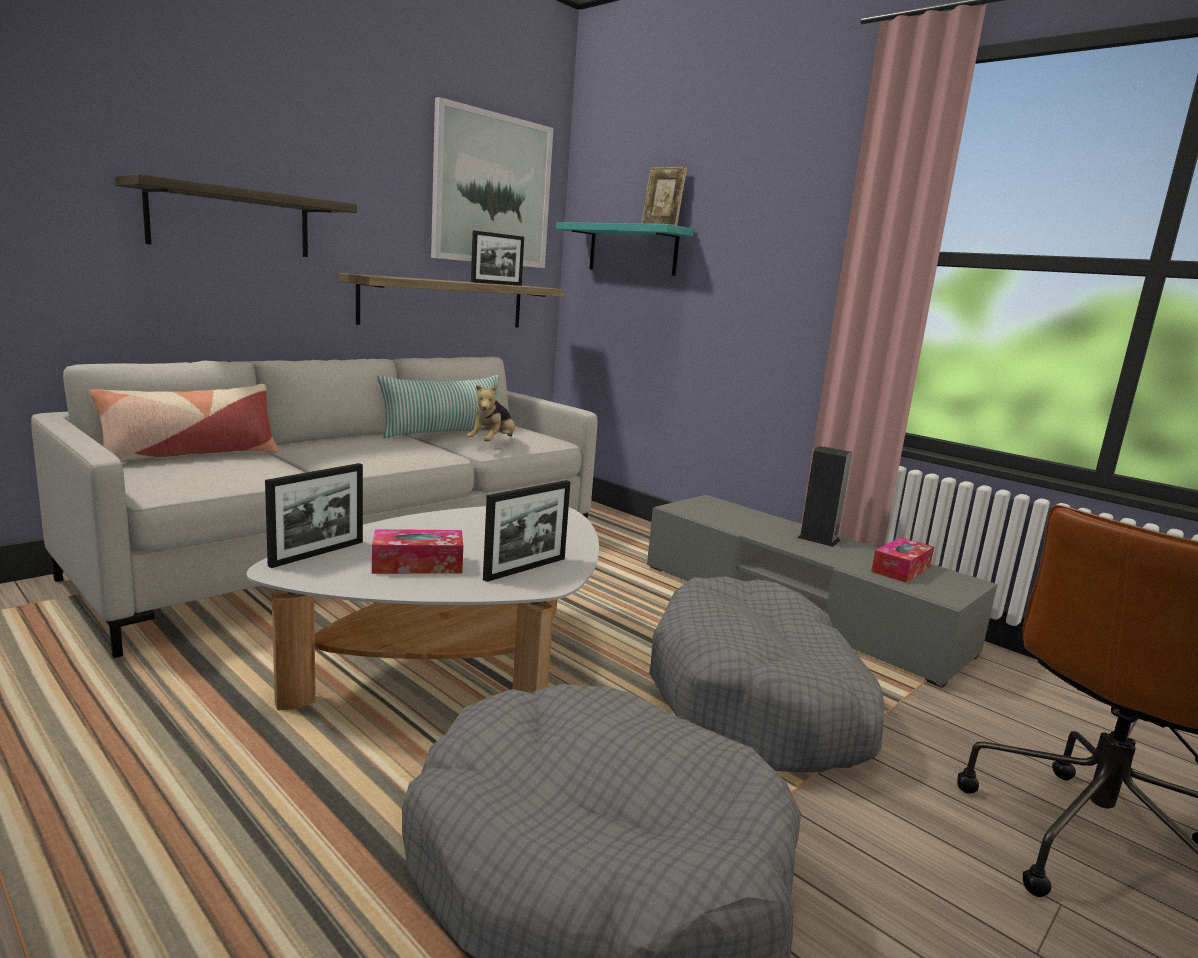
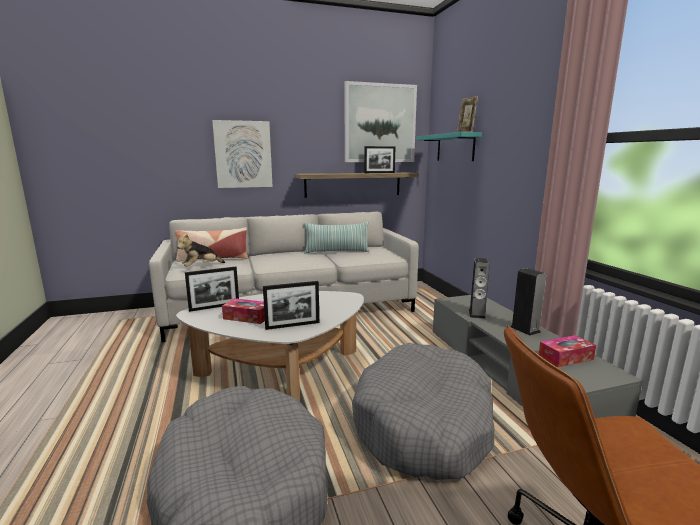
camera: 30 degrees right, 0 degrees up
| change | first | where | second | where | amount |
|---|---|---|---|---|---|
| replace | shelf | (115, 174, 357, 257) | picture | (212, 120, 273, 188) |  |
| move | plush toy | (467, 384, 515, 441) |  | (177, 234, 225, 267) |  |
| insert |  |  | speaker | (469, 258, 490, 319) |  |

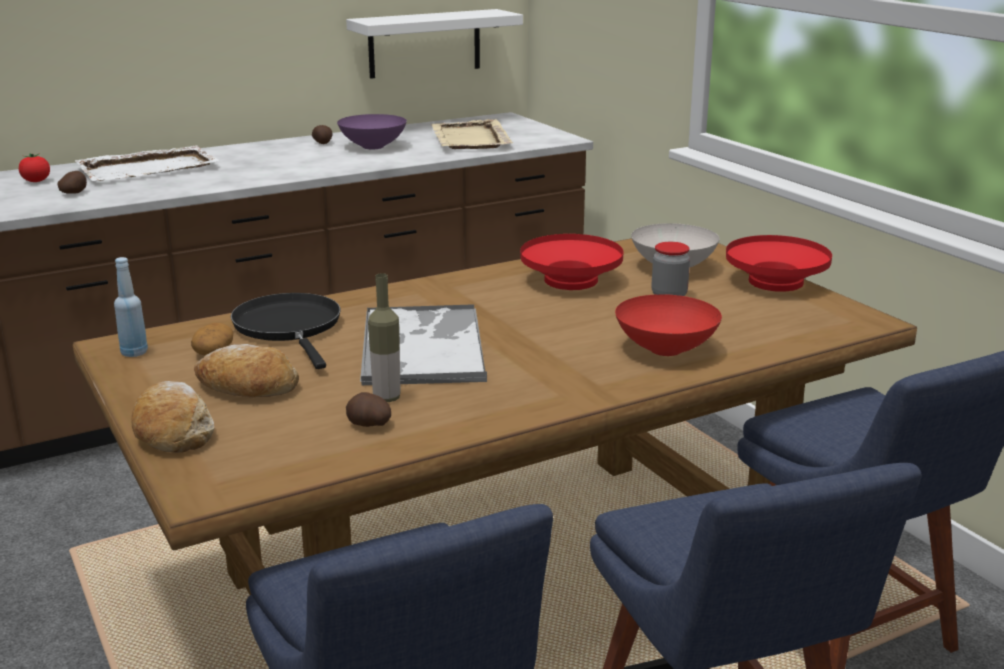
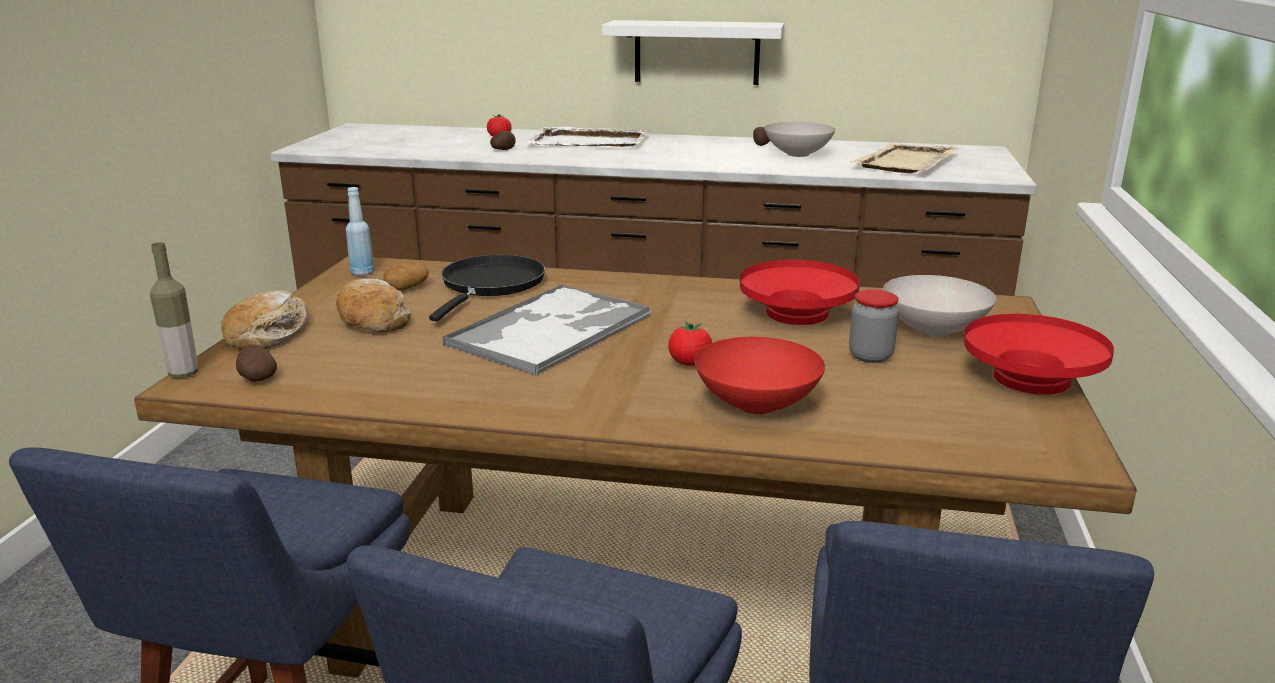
camera: 40 degrees right, 0 degrees up
| change | first | where | second | where | amount |
|---|---|---|---|---|---|
| move | shelf (white) | (346, 9, 523, 79) |  | (602, 20, 784, 85) |  |
| recolor | bowl (purple) | (337, 114, 407, 149) | bowl (white) | (764, 122, 836, 157) |  |
| move | bottle | (368, 273, 400, 402) |  | (150, 242, 198, 378) |  |
| move | potato | (346, 392, 391, 427) |  | (236, 345, 277, 382) |  |
| insert |  |  | tomato | (668, 321, 712, 366) |  |

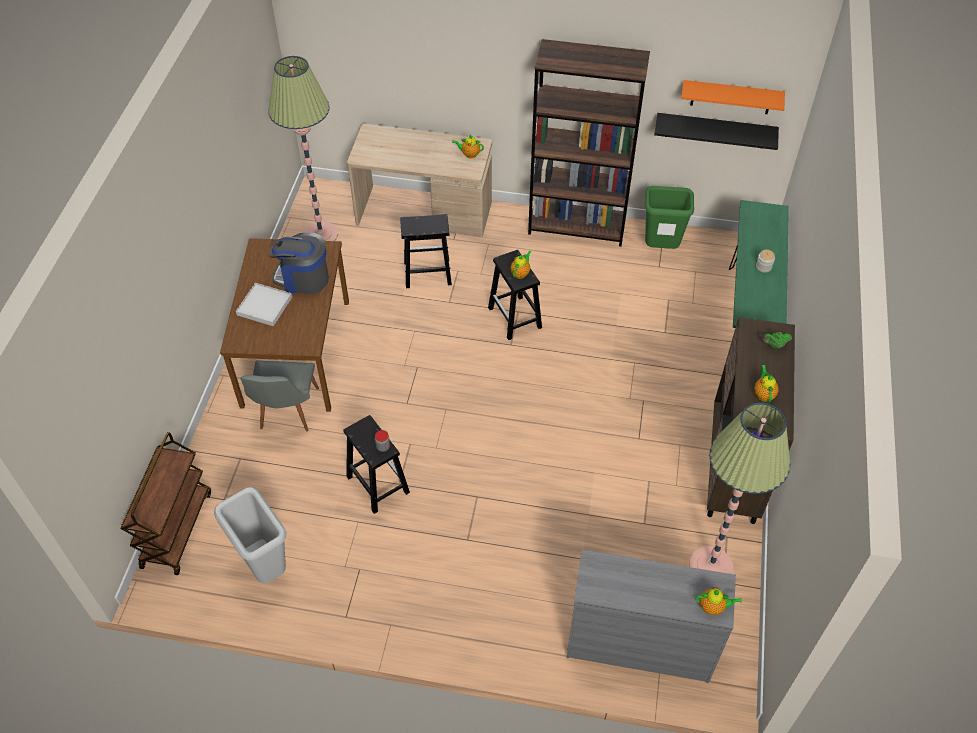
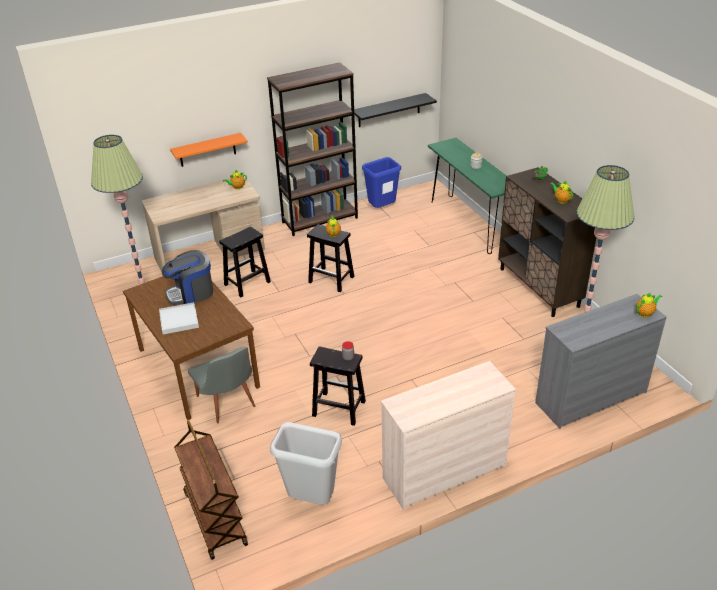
camera: 35 degrees left, 15 degrees down
| change | first | where | second | where | amount |
|---|---|---|---|---|---|
| move | shelf (orange) | (681, 80, 785, 114) |  | (170, 133, 248, 167) |  |
| recolor | trash can (green) | (645, 186, 694, 249) | trash can (blue) | (362, 157, 401, 208) |  |
| insert |  |  | dresser (beige) | (381, 361, 516, 510) |  |

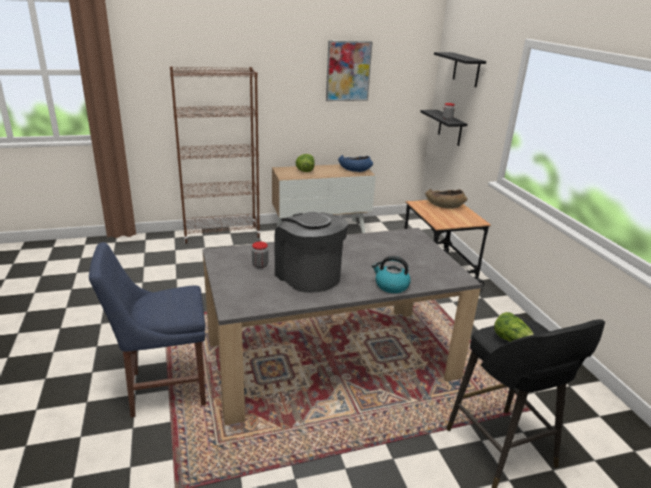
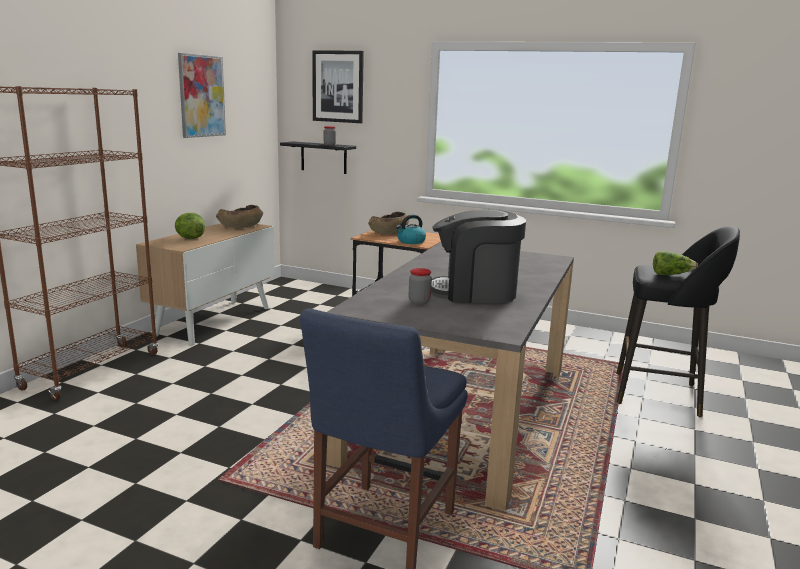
camera: 50 degrees left, 10 degrees down
| change | first | where | second | where | amount |
|---|---|---|---|---|---|
| replace | shelf (black) | (434, 52, 486, 87) | picture | (312, 50, 364, 123) |  |
| recolor | bowl (blue) | (338, 155, 373, 172) | bowl (brown) | (216, 205, 263, 228) |  |
| move | kettle | (372, 256, 411, 293) |  | (396, 215, 426, 244) |  |

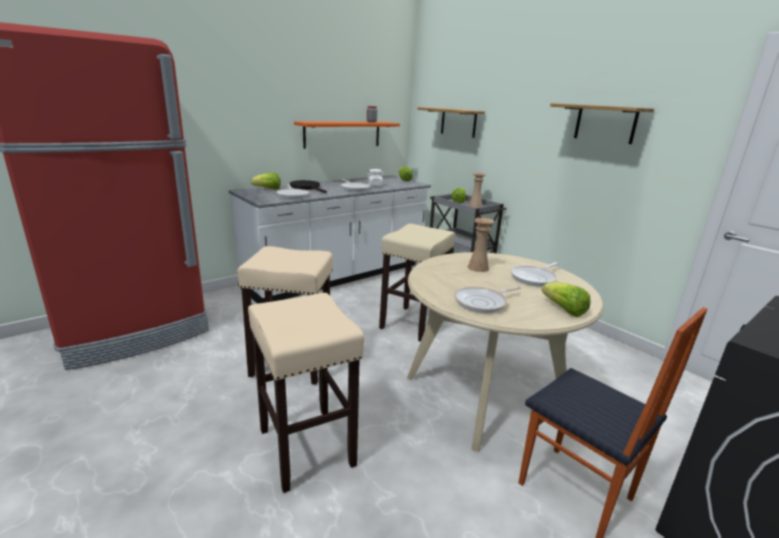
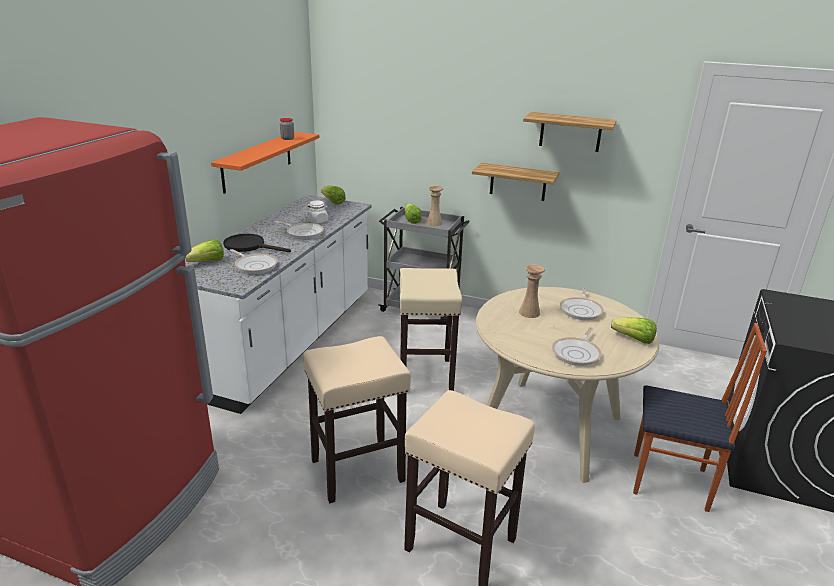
camera: 30 degrees left, 5 degrees up
| change | first | where | second | where | amount |
|---|---|---|---|---|---|
| move | shelf | (417, 107, 485, 138) |  | (472, 163, 560, 201) |  |

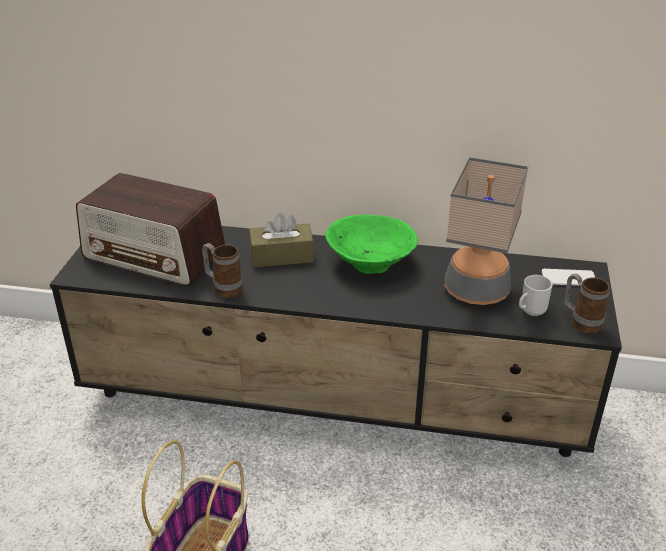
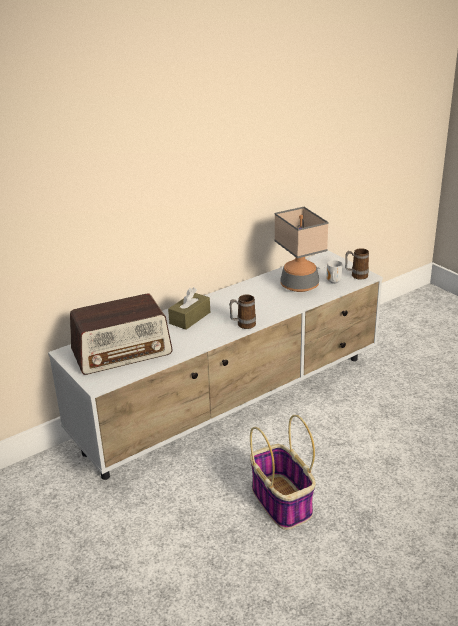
camera: 45 degrees left, 5 degrees down
| change | first | where | second | where | amount |
|---|---|---|---|---|---|
| delete | bowl (green) | (325, 215, 418, 274) |  |  |  |
| recolor | tv stand (black) | (50, 226, 622, 457) | tv stand (white) | (48, 250, 383, 480) |  |
| move | mug | (202, 243, 243, 298) |  | (229, 295, 256, 329) |  |

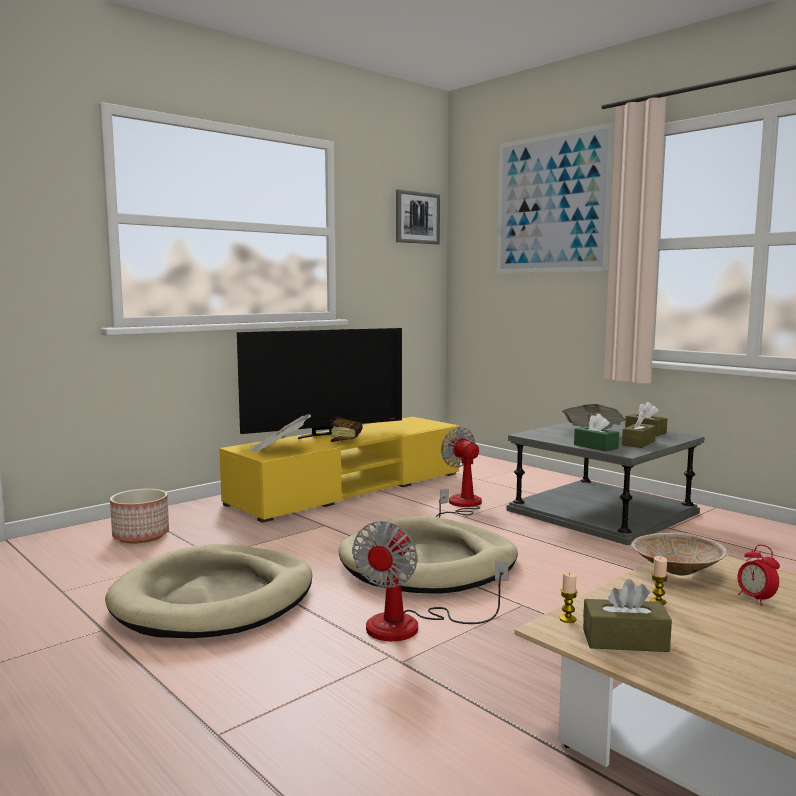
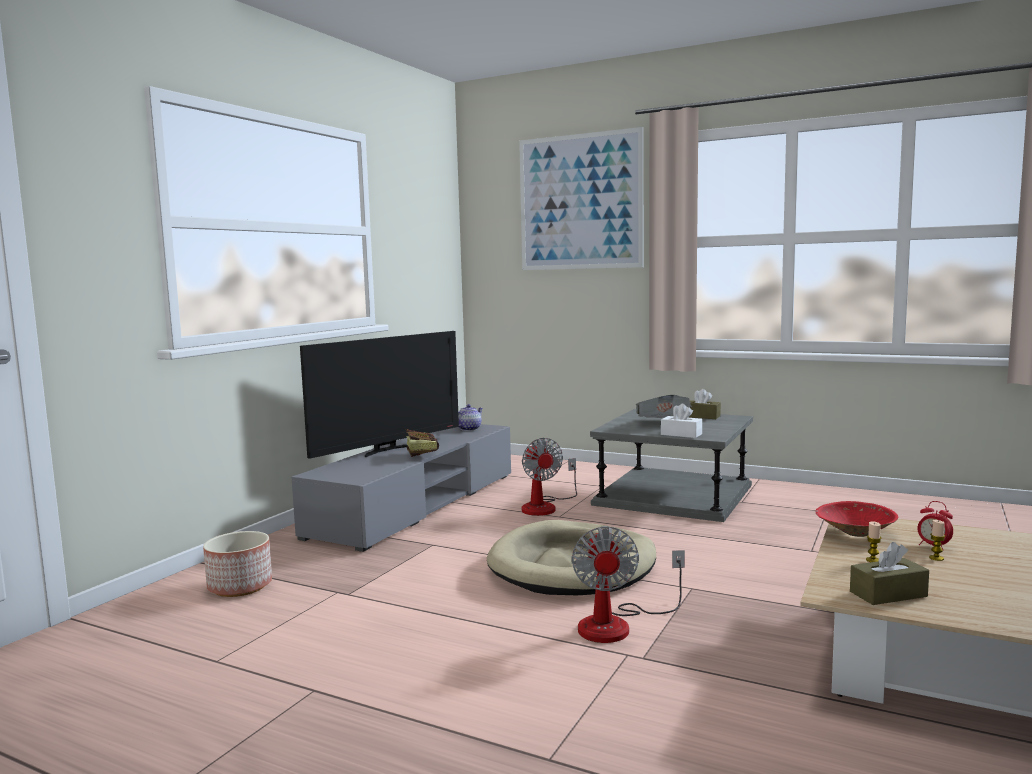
camera: 20 degrees left, 0 degrees up
| change | first | where | second | where | amount |
|---|---|---|---|---|---|
| delete | picture | (396, 190, 440, 245) |  |  |  |
| delete | tissue box (brown) | (622, 412, 656, 448) |  |  |  |
| delete | newspaper | (249, 414, 311, 452) |  |  |  |
| recolor | tissue box (green) | (574, 414, 619, 451) | tissue box (white) | (661, 404, 702, 438) |  |
| recolor | tv stand (yellow) | (219, 417, 460, 523) | tv stand (grey) | (291, 424, 511, 552) |  |
| rotate | fan | (436, 427, 482, 517) |  | (522, 438, 577, 516) | 150 degrees counterclockwise |
| recolor | bowl (beige) | (631, 533, 727, 576) | bowl (red) | (815, 501, 899, 537) |  |
| delete | dog bed (beige) | (105, 544, 312, 638) |  |  |  |
| move | candle | (560, 571, 578, 623) |  | (929, 520, 945, 561) |  |
| insert |  |  | teapot | (458, 404, 483, 431) |  |

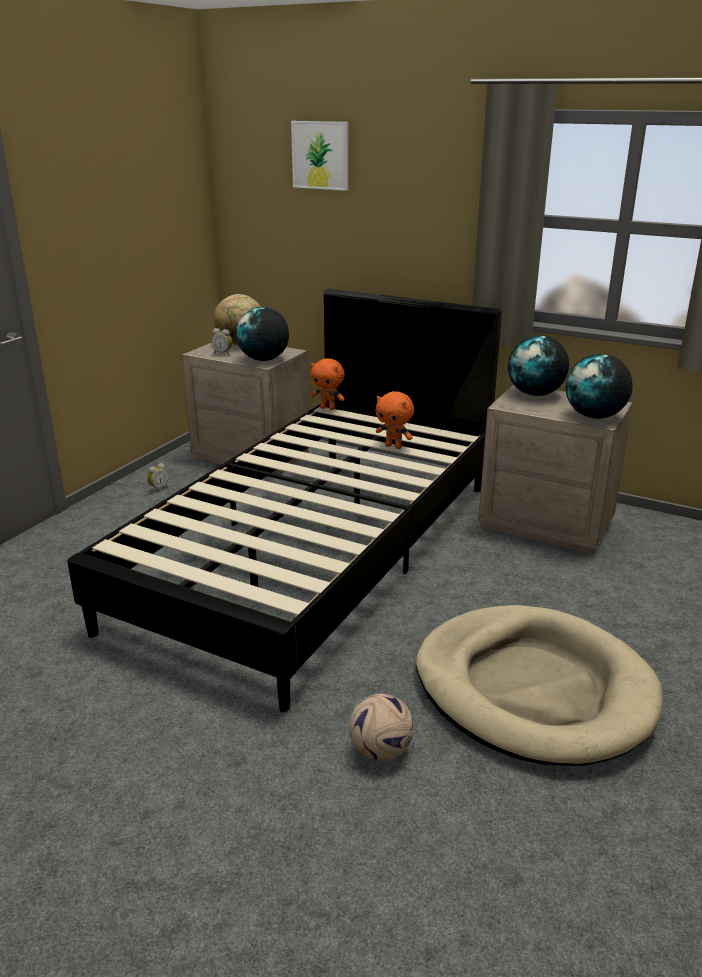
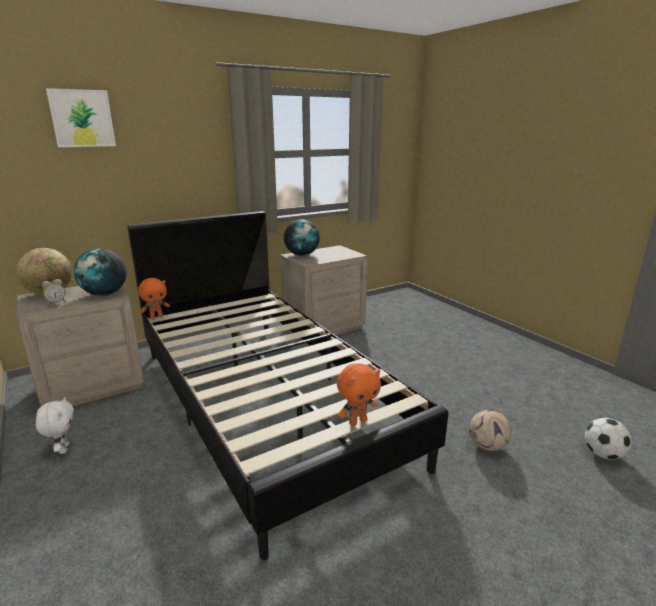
camera: 60 degrees left, 5 degrees down
| change | first | where | second | where | amount |
|---|---|---|---|---|---|
| delete | globe | (566, 354, 632, 419) |  |  |  |
| move | plush toy (orange) | (376, 391, 414, 449) |  | (337, 363, 381, 426) |  |
| replace | alarm clock | (147, 463, 169, 492) | plush toy (white) | (36, 397, 74, 454) |  |
| delete | dog bed (beige) | (416, 605, 663, 766) |  |  |  |
| insert |  |  | football | (585, 418, 631, 460) |  |

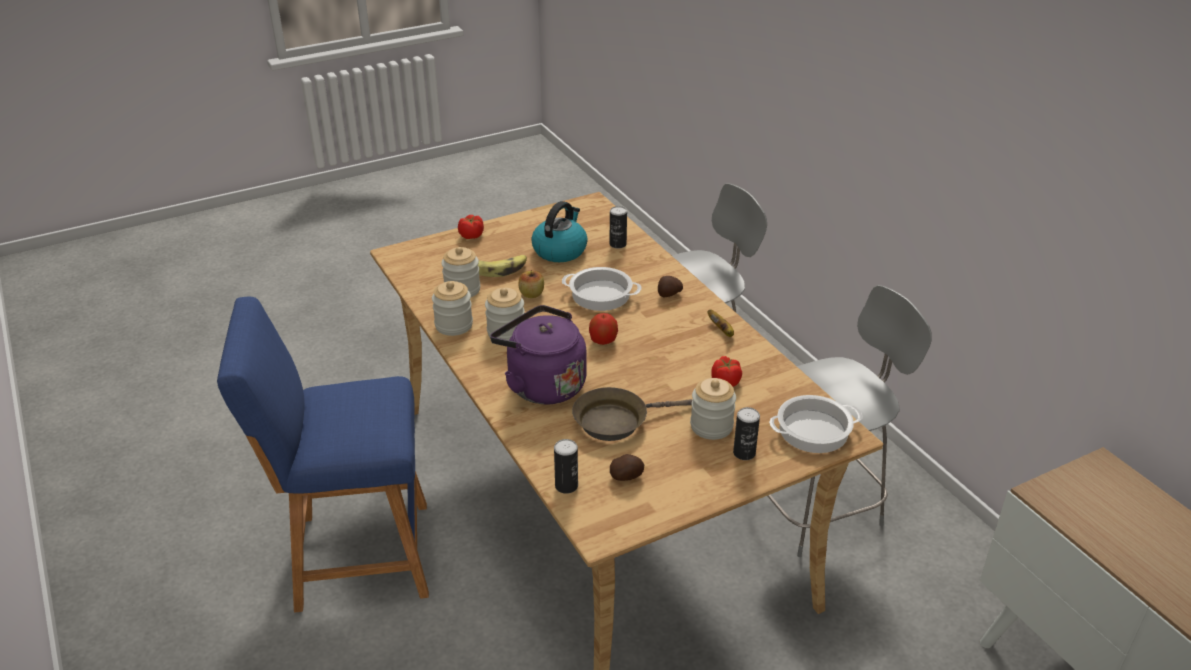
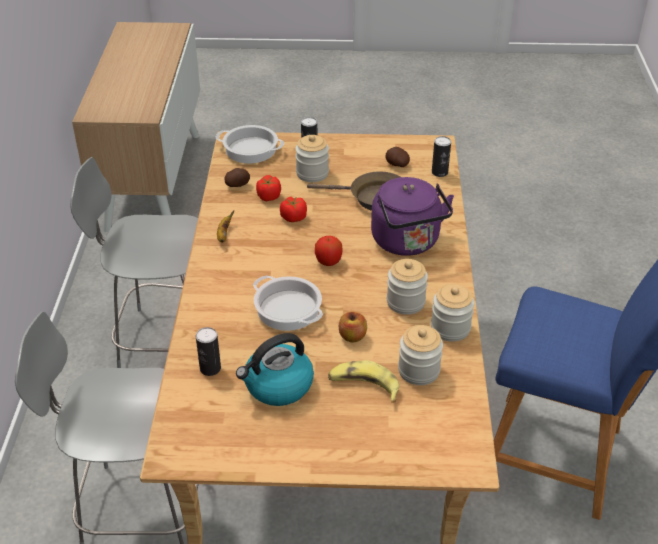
camera: 150 degrees left, 5 degrees up
| change | first | where | second | where | amount |
|---|---|---|---|---|---|
| move | tomato | (458, 215, 484, 239) |  | (280, 197, 307, 222) |  |
| move | potato | (658, 276, 683, 297) |  | (224, 168, 250, 187) |  |

